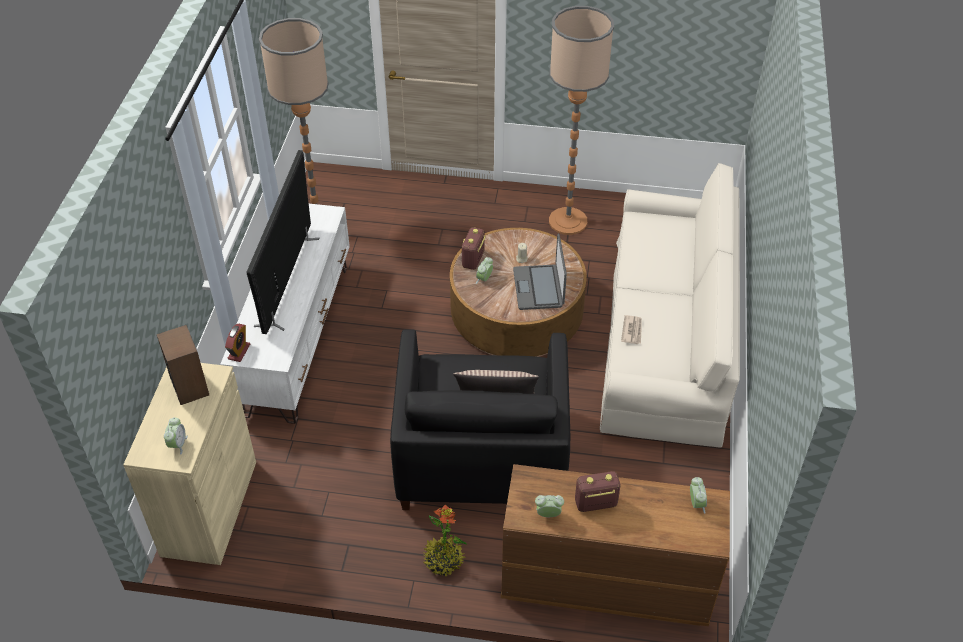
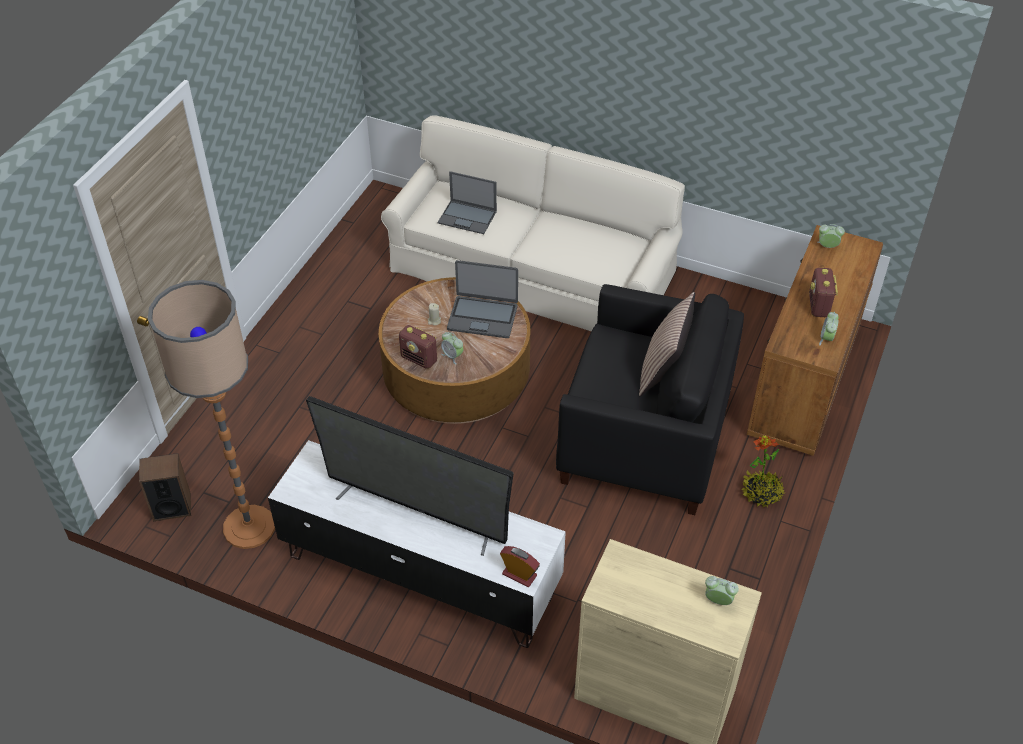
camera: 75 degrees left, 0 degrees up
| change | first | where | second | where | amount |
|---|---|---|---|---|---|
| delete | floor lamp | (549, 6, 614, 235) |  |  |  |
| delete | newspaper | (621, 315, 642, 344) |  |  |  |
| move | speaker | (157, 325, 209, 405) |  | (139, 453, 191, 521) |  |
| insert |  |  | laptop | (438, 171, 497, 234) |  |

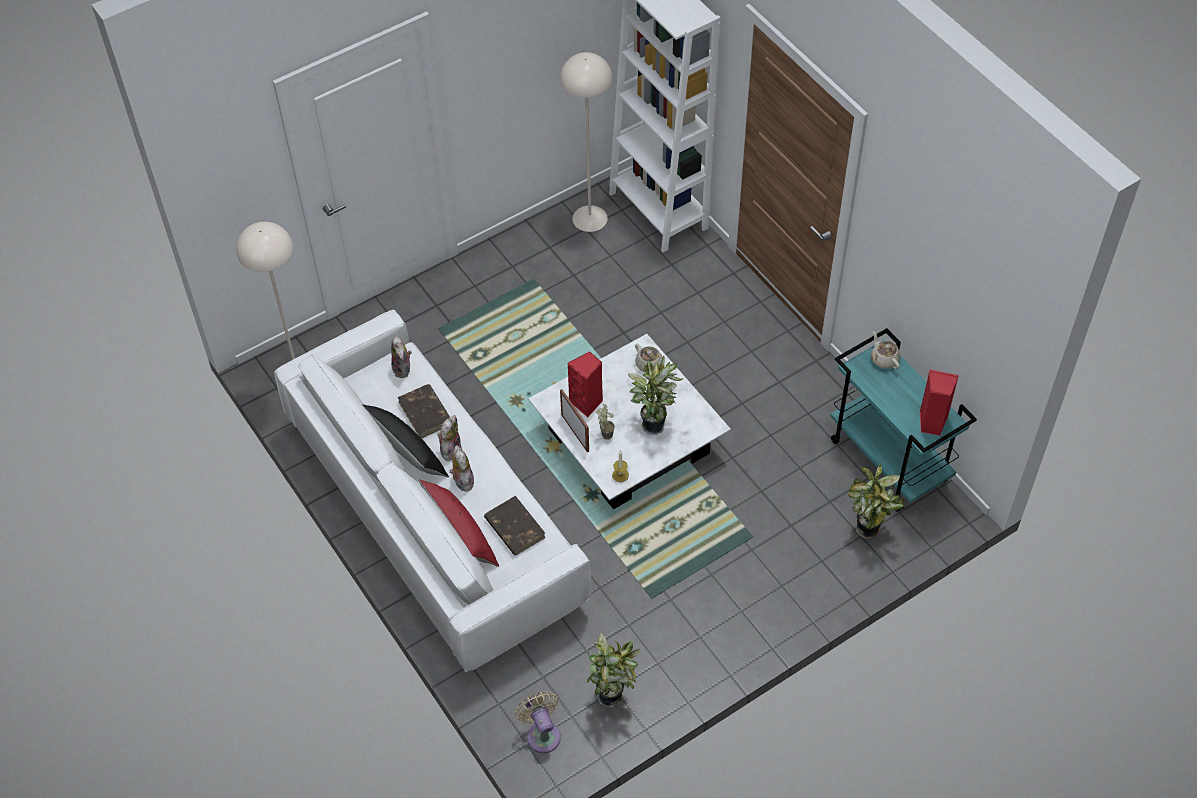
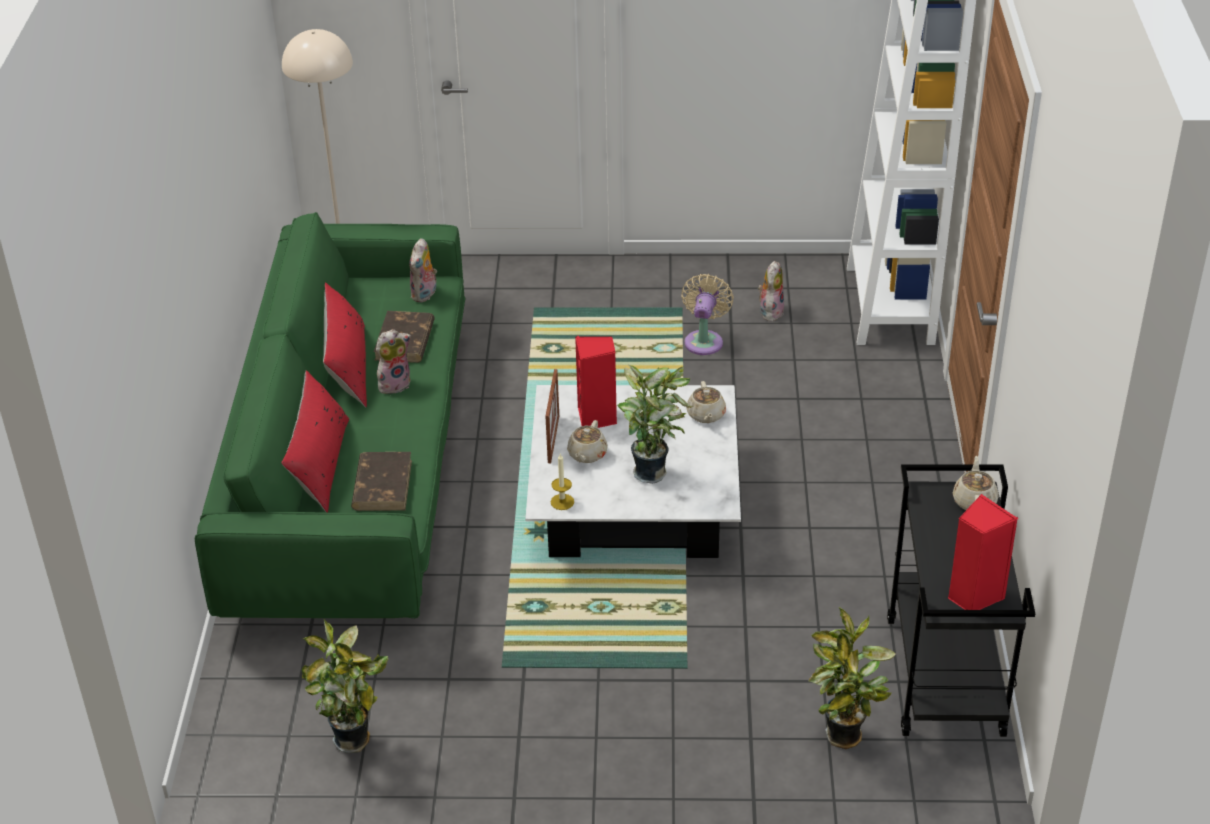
camera: 35 degrees right, 15 degrees down
| change | first | where | second | where | amount |
|---|---|---|---|---|---|
| delete | floor lamp (beige) | (560, 52, 612, 232) |  |  |  |
| recolor | sofa (white) | (274, 310, 591, 672) | sofa (green) | (195, 212, 466, 618) |  |
| recolor | cart (turquoise) | (830, 328, 977, 512) | cart (black) | (887, 464, 1035, 737) |  |
| recolor | pillow (black) | (362, 404, 449, 478) | pillow (red) | (323, 282, 367, 407) |  |
| replace | potted plant | (596, 404, 615, 440) | teapot (beige) | (567, 420, 608, 463) |  |
| move | plush toy | (450, 445, 474, 491) |  | (758, 261, 784, 322) |  |
| move | fan (beige) | (515, 691, 561, 753) |  | (681, 274, 734, 355) |  |

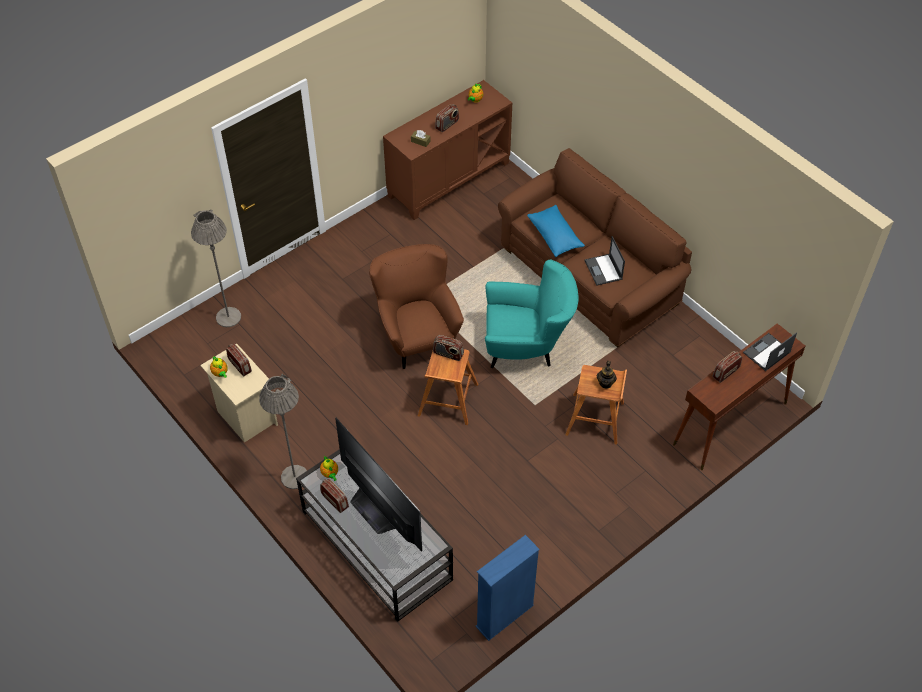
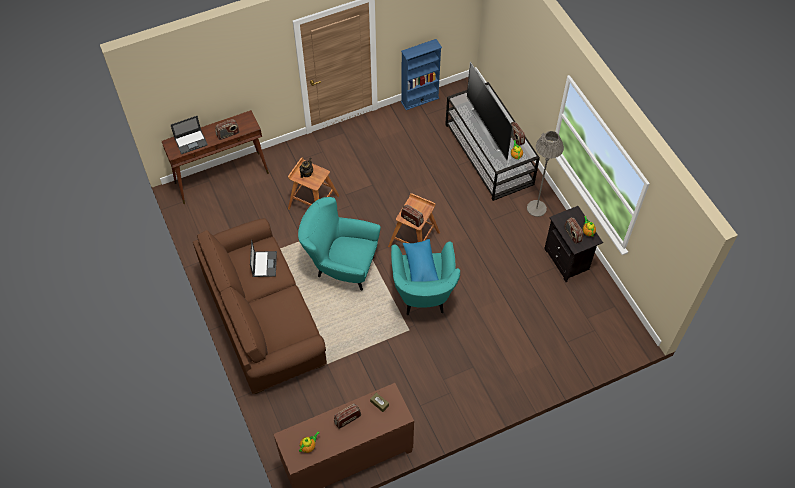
camera: 165 degrees left, 5 degrees up
| change | first | where | second | where | amount |
|---|---|---|---|---|---|
| move | pillow (blue) | (527, 205, 585, 257) |  | (403, 239, 439, 282) |  |
| delete | floor lamp (grey) | (191, 210, 241, 327) |  |  |  |
| recolor | armchair (brown) | (369, 244, 464, 369) | armchair (turquoise) | (391, 241, 460, 315) |  |
| recolor | nightstand (beige) | (200, 343, 278, 443) | nightstand (black) | (544, 206, 603, 282) |  |

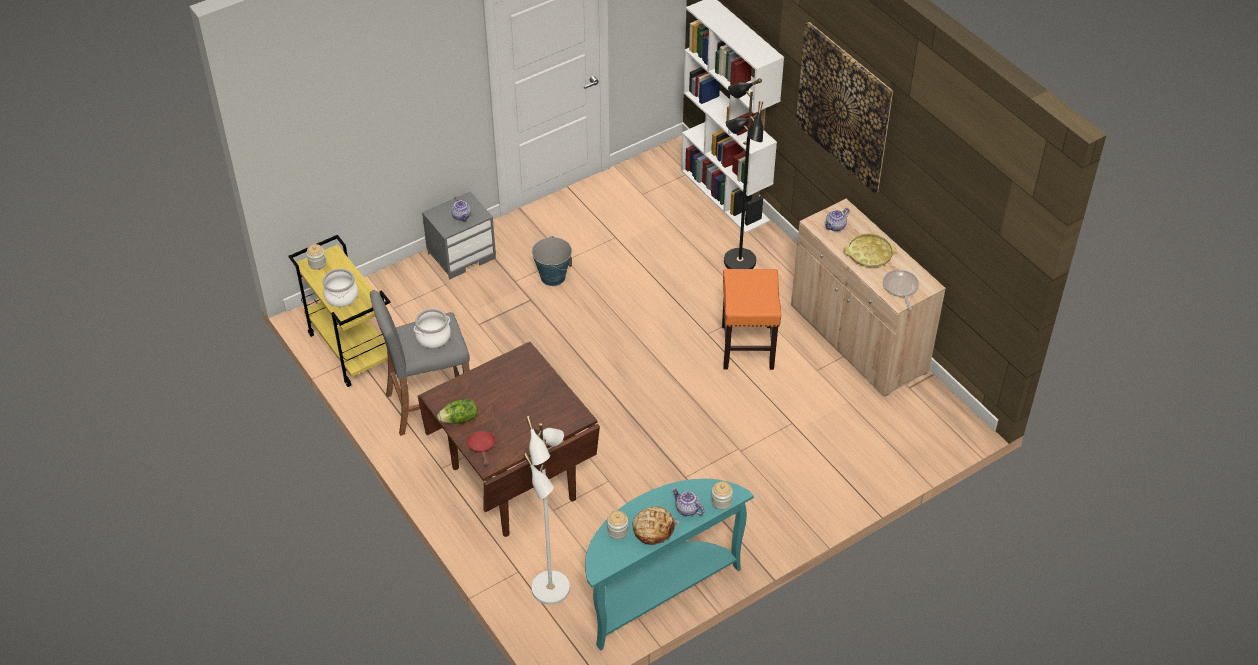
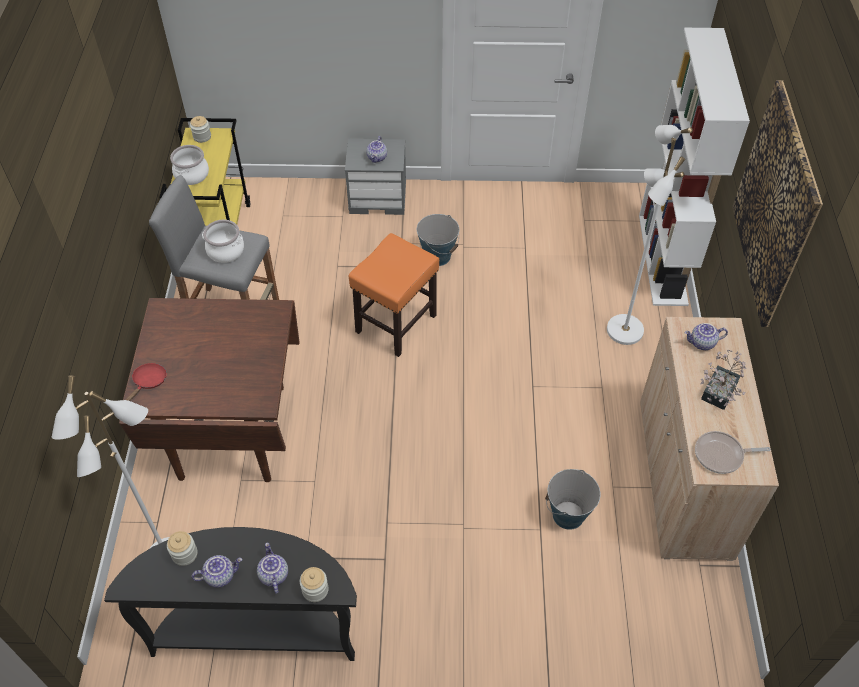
camera: 35 degrees right, 5 degrees up
| change | first | where | second | where | amount |
|---|---|---|---|---|---|
| recolor | floor lamp (black) | (724, 78, 764, 269) | floor lamp (white) | (607, 125, 693, 345) |  |
| replace | tray (yellow) | (844, 234, 897, 267) | potted plant | (700, 350, 746, 410) |  |
| move | stool (orange) | (722, 269, 781, 370) |  | (349, 233, 439, 357) |  |
| rotate | frying pan | (883, 270, 919, 310) |  | (695, 431, 771, 474) | 120 degrees counterclockwise |
| delete | lettuce | (437, 398, 478, 424) |  |  |  |
| recolor | console table (turquoise) | (585, 479, 754, 651) | console table (black) | (104, 527, 357, 661) |  |
| replace | bread | (632, 506, 679, 545) | teapot | (192, 555, 242, 588) |  |
| insert |  |  | bucket | (545, 469, 601, 530) |  |

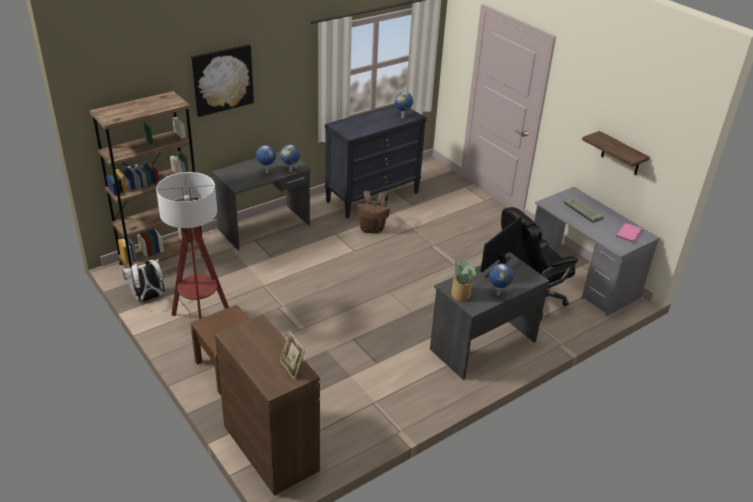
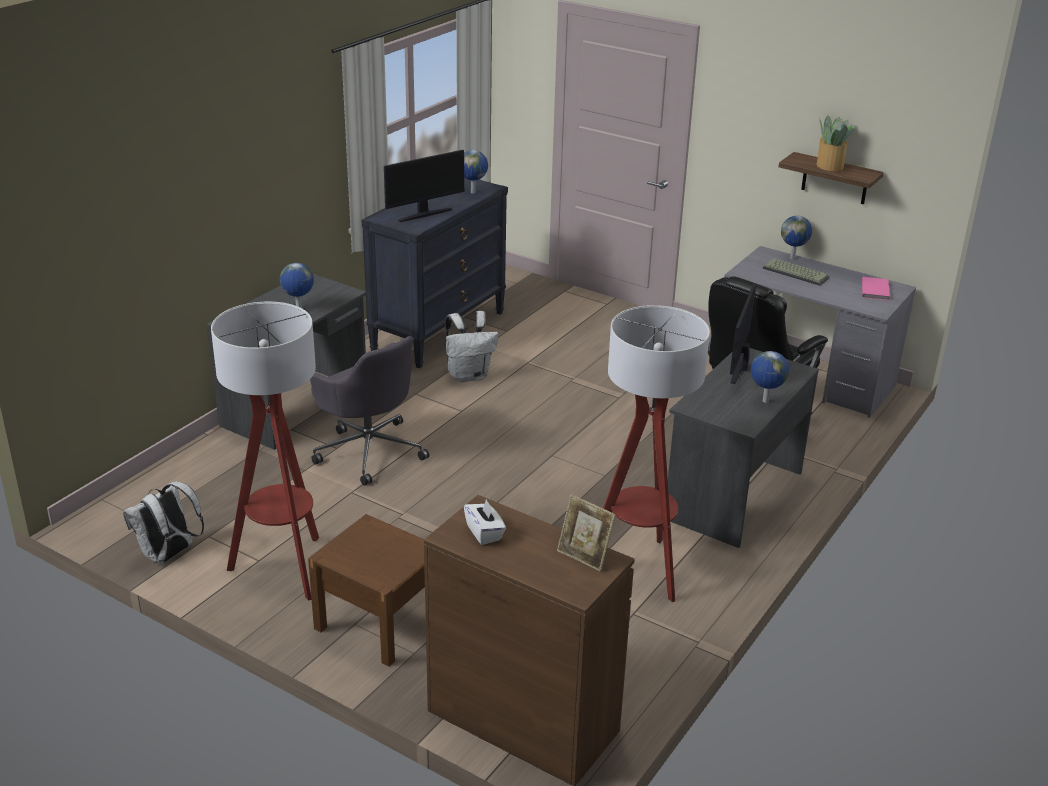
camera: 20 degrees left, 5 degrees down
| change | first | where | second | where | amount |
|---|---|---|---|---|---|
| delete | picture | (191, 44, 254, 117) |  |  |  |
| delete | bookcase (brown) | (90, 91, 202, 269) |  |  |  |
| move | globe | (280, 145, 300, 172) |  | (781, 216, 812, 259) |  |
| recolor | backpack (brown) | (357, 191, 390, 234) | backpack (white) | (445, 311, 498, 382) |  |
| move | potted plant | (451, 258, 476, 301) |  | (817, 115, 855, 171) |  |
| insert |  |  | monitor | (384, 150, 464, 222) |  |
| insert |  |  | floor lamp | (603, 305, 710, 602) |  |
| insert |  |  | office chair (grey) | (310, 336, 429, 486) |  |
| insert |  |  | tissue box (white) | (464, 499, 506, 545) |  |

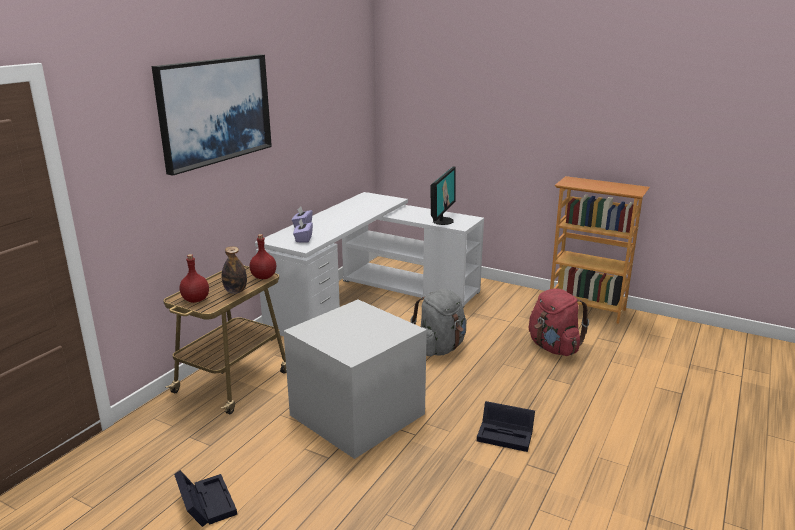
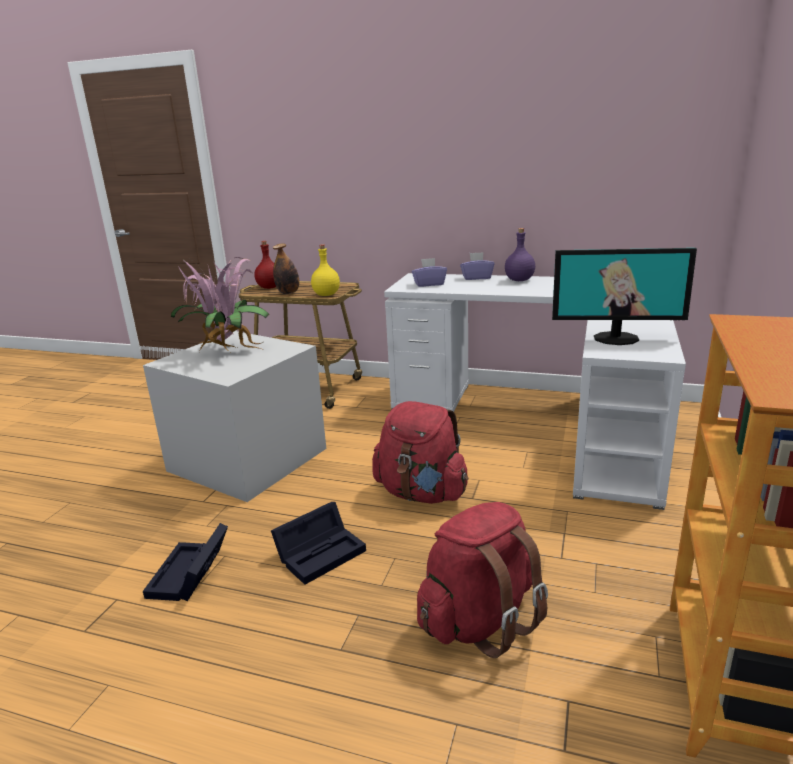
camera: 80 degrees right, 0 degrees up
| change | first | where | second | where | amount |
|---|---|---|---|---|---|
| delete | picture | (152, 54, 272, 176) |  |  |  |
| recolor | bottle (red) | (249, 234, 276, 279) | bottle (yellow) | (311, 244, 340, 296) |  |
| recolor | backpack (grey) | (410, 289, 467, 356) | backpack (red) | (372, 401, 468, 504) |  |
| move | storage box (black) | (174, 470, 237, 527) |  | (271, 502, 366, 585) |  |
| insert |  |  | bottle (purple) | (505, 228, 535, 281) |  |
| insert |  |  | potted plant | (171, 257, 269, 352) |  |

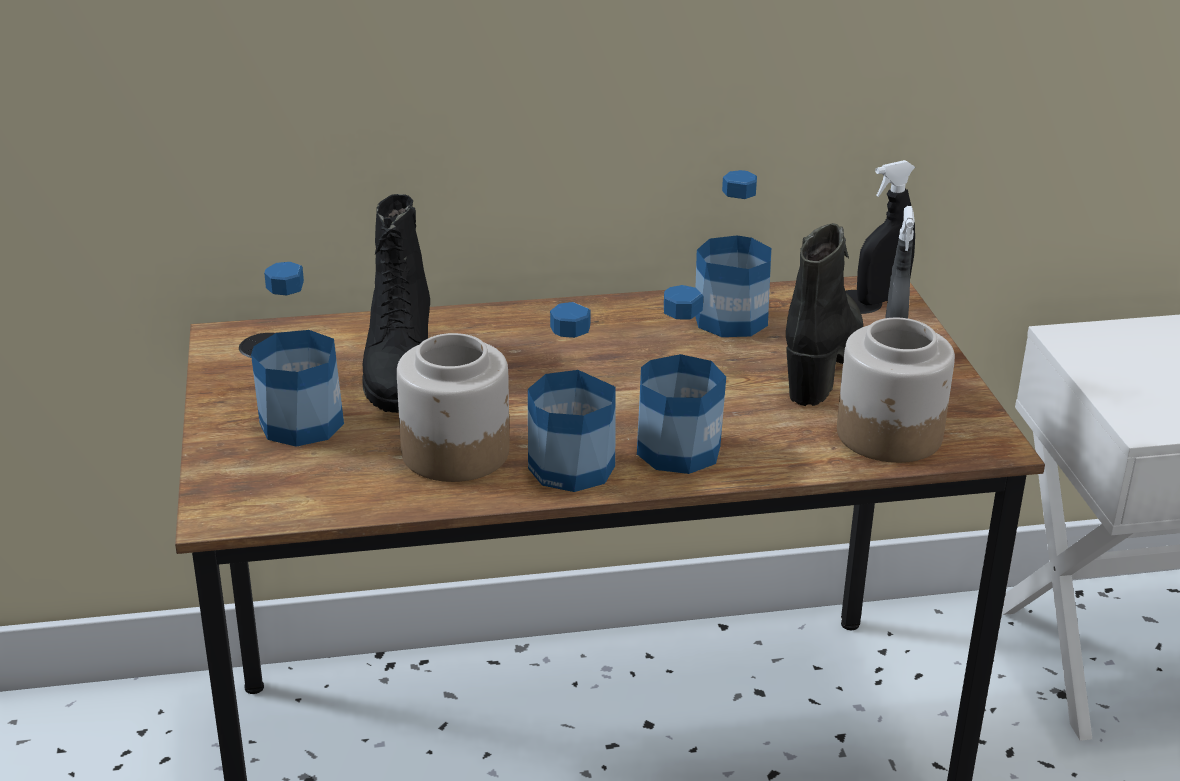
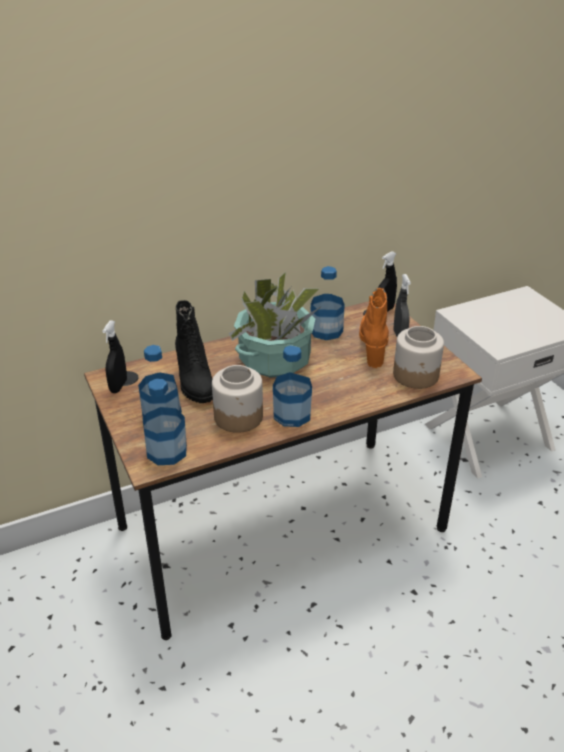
camera: 15 degrees left, 5 degrees up
| change | first | where | second | where | amount |
|---|---|---|---|---|---|
| recolor | boot (black) | (786, 223, 863, 406) | boot (orange) | (359, 287, 389, 368) |  |
| move | bottle | (637, 285, 726, 474) |  | (143, 379, 187, 465) |  |
| insert |  |  | potted plant | (229, 271, 322, 378) |  |
| insert |  |  | spray bottle (black) | (102, 320, 127, 393) |  |

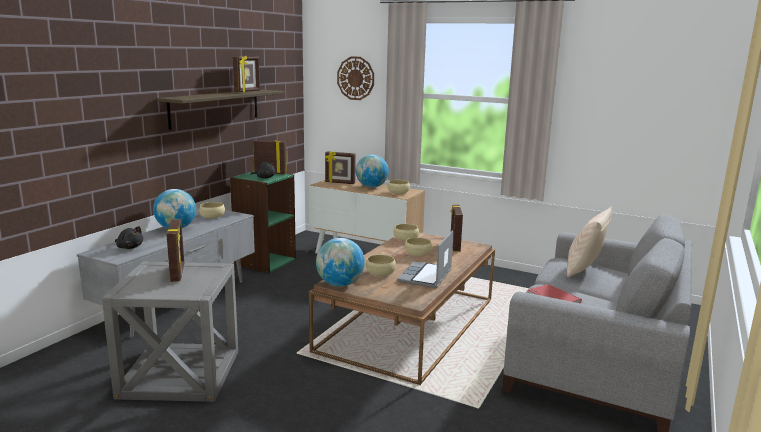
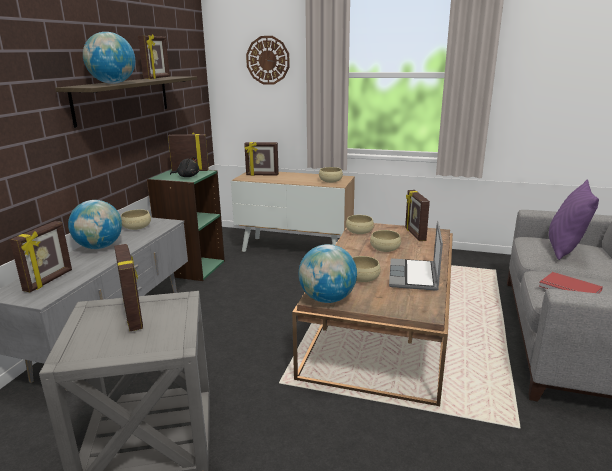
camera: 10 degrees left, 5 degrees up
| change | first | where | second | where | amount |
|---|---|---|---|---|---|
| move | globe | (356, 155, 389, 188) |  | (83, 32, 135, 84) |  |
| recolor | pillow (beige) | (567, 207, 612, 277) | pillow (purple) | (549, 180, 599, 260) |  |
| replace | plush toy (black) | (115, 226, 143, 249) | picture frame | (10, 221, 72, 292) |  |

